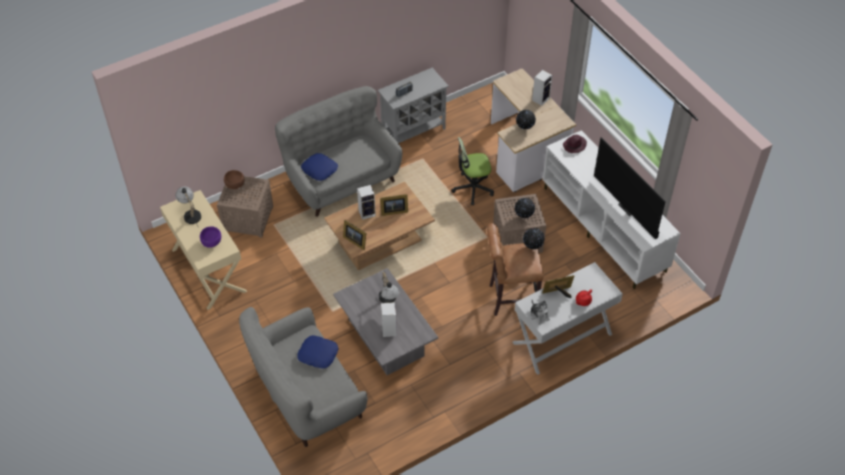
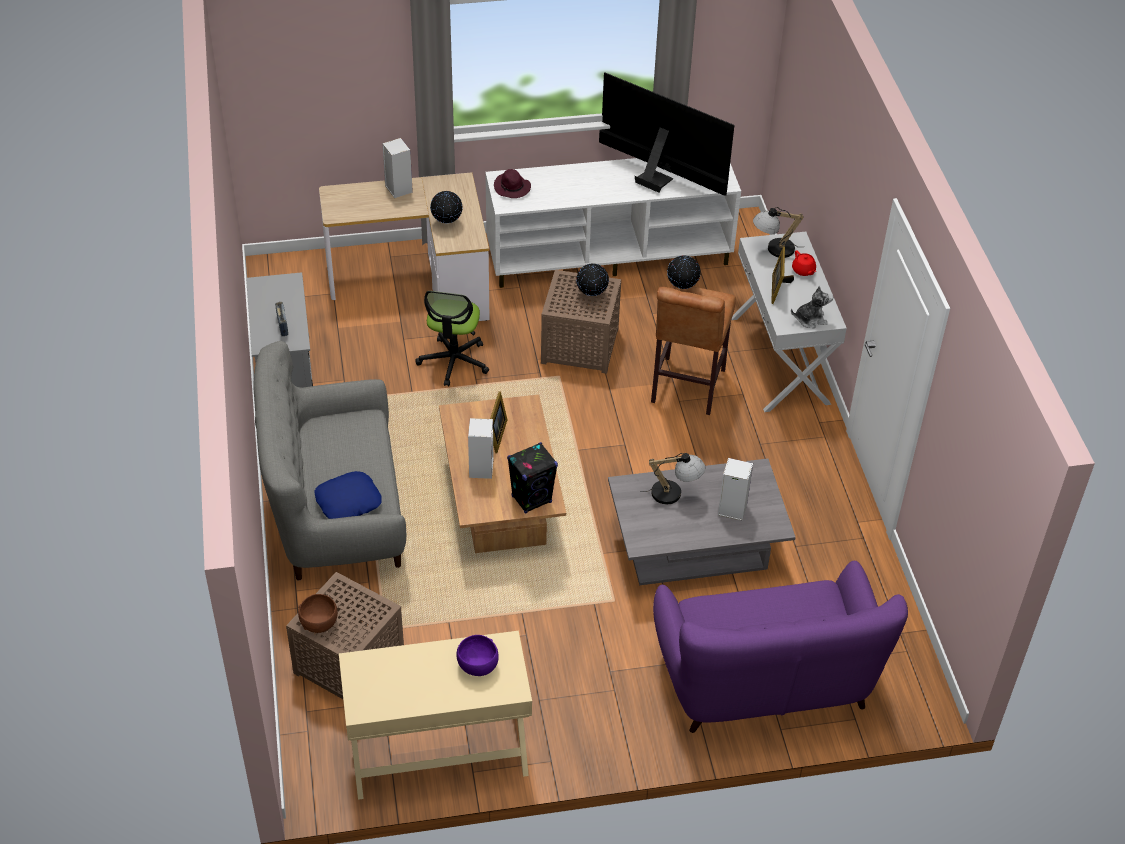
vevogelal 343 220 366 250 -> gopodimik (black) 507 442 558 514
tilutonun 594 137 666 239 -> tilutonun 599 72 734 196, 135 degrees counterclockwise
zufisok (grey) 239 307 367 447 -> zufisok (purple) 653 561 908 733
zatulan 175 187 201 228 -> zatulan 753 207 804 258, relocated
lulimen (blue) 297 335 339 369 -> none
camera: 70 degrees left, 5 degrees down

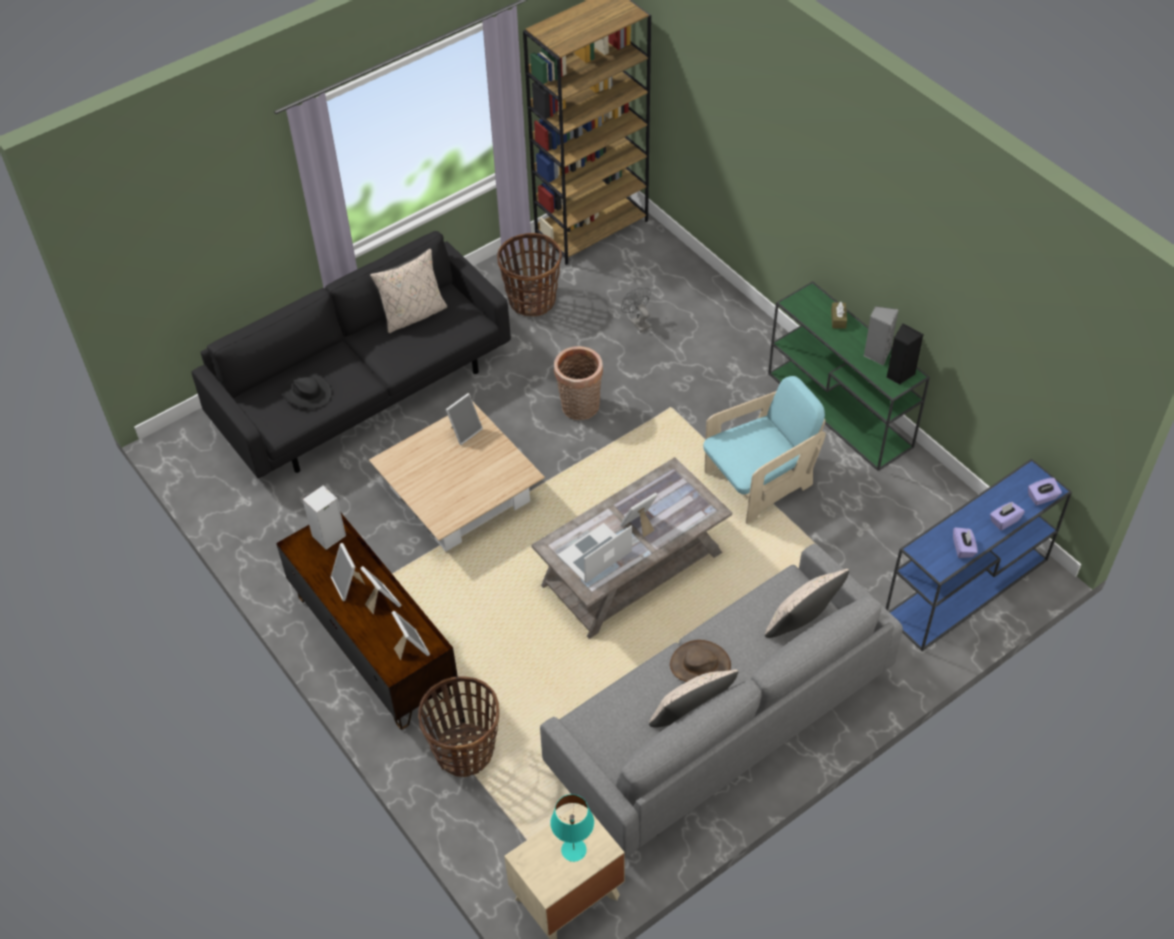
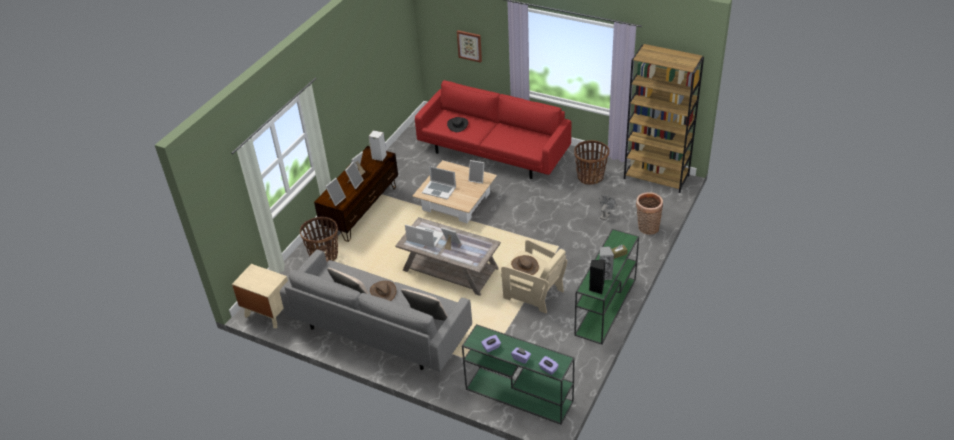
zufisok (black) 191 231 511 478 -> zufisok (red) 415 80 571 179
none -> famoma 422 166 456 200
none -> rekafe 457 30 482 63
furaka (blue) 886 459 1072 651 -> furaka (green) 462 324 575 425
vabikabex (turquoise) 703 376 826 524 -> vabikabex (beige) 501 240 567 313
none -> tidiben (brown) 511 255 539 275
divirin 554 346 603 420 -> divirin 636 192 663 235, relocated
lulimen (beige) 370 249 447 333 -> none
zatulan (turquoise) 550 794 594 862 -> none
camera: 65 degrees right, 10 degrees down

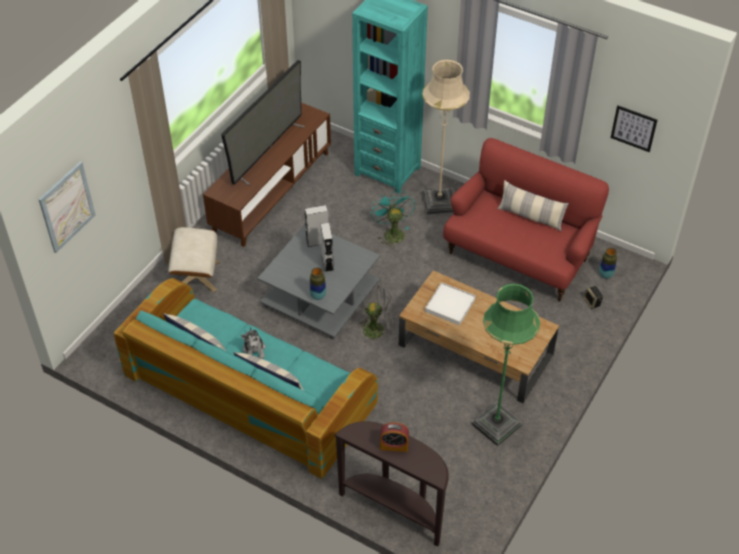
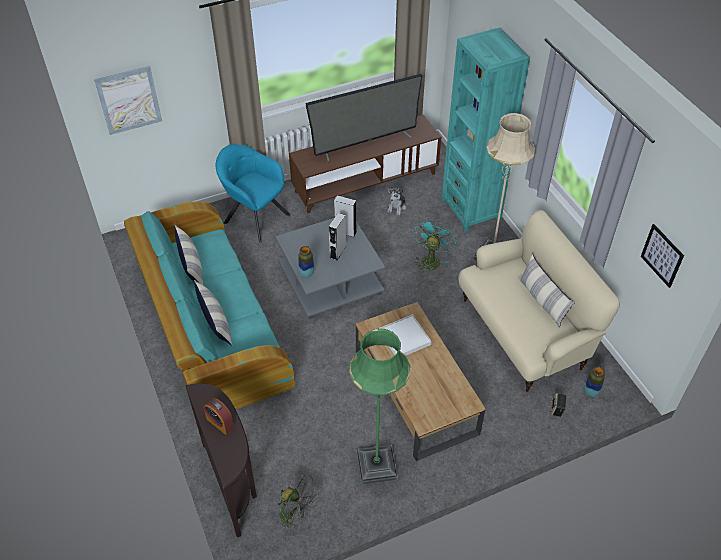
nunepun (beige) 168 227 220 293 -> vabikabex (turquoise) 216 144 290 243
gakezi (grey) 357 285 394 346 -> gakezi (grey) 276 474 321 535, relocated
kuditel 241 327 266 359 -> kuditel 387 188 406 215, relocated
zufisok (red) 443 138 609 301 -> zufisok (beige) 458 210 620 392
camera: 35 degrees right, 0 degrees up

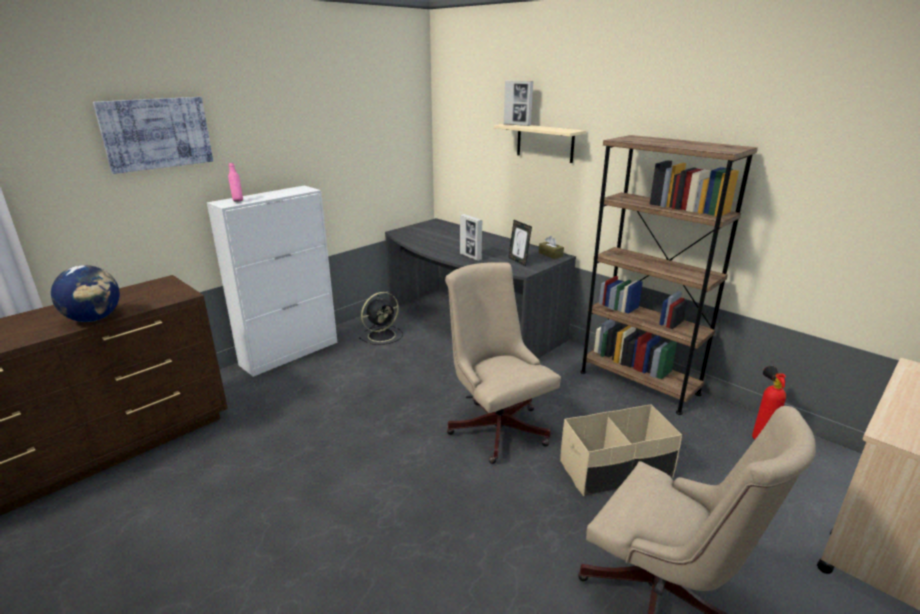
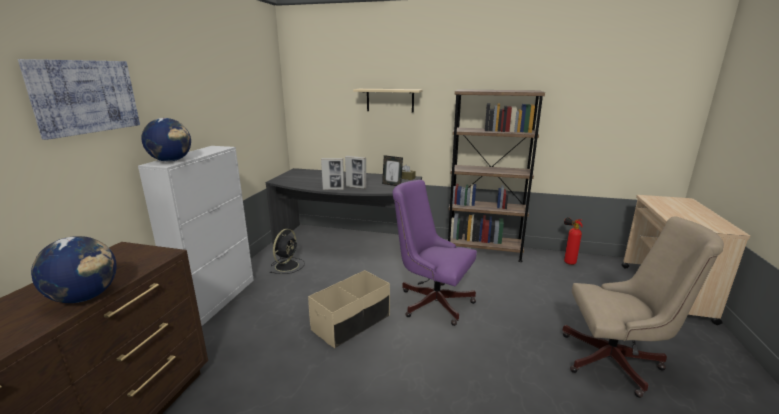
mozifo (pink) 228 163 243 202 -> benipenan 141 118 191 162
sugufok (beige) 560 404 682 496 -> sugufok (beige) 308 270 390 348, relocated
vevogelal 504 80 534 126 -> vevogelal 321 158 344 190, relocated
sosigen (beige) 445 262 561 464 -> sosigen (purple) 392 180 477 326
camera: 30 degrees left, 5 degrees down

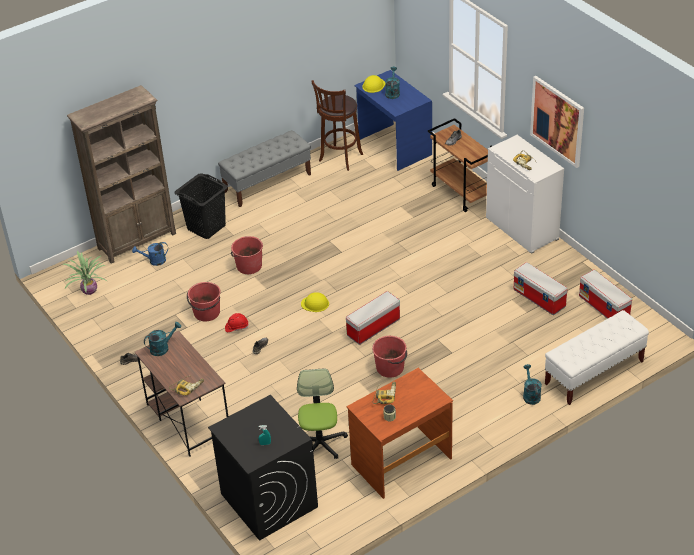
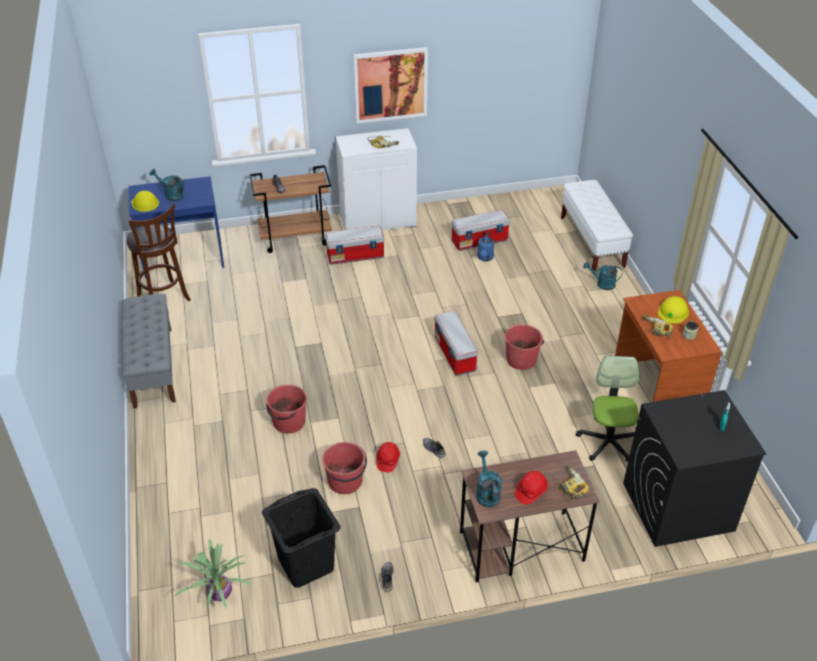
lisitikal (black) 174 174 228 239 -> lisitikal (black) 262 488 340 588, relocated
sugufok 579 270 632 319 -> sugufok 325 226 384 265, relocated
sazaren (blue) 132 242 168 266 -> sazaren (blue) 477 232 494 261, relocated
none -> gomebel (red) 515 471 548 505
sosigen 297 368 348 459 -> sosigen 576 356 640 462, 75 degrees clockwise
gomebel (yellow) 301 292 329 312 -> gomebel (yellow) 658 296 689 324, relocated
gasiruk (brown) 67 85 176 263 -> none
camera: 70 degrees left, 0 degrees up

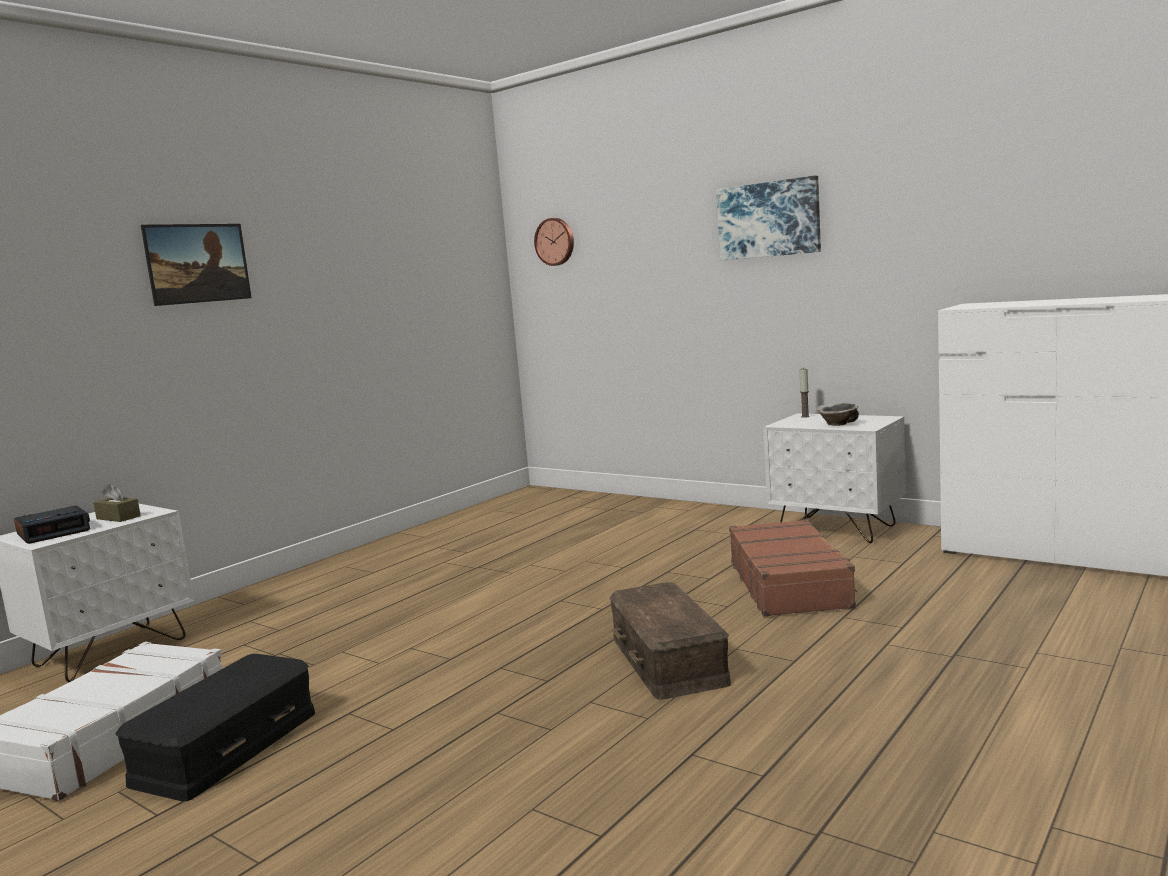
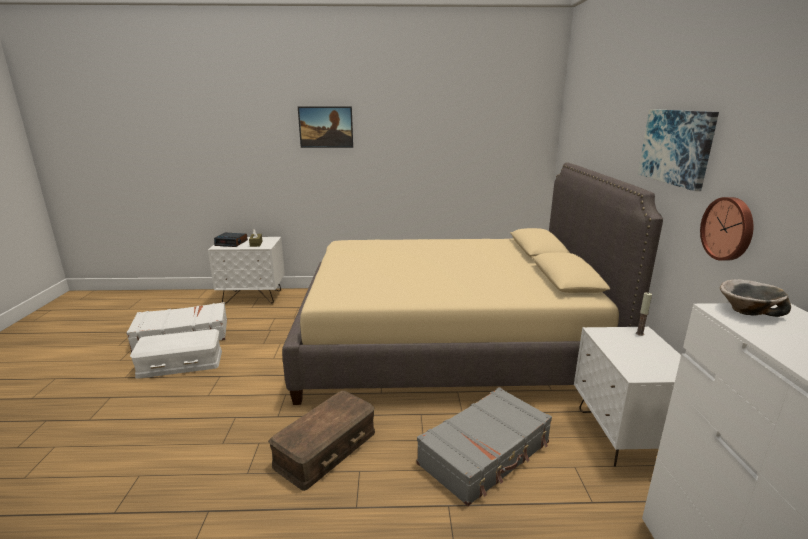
sugufok (black) 115 654 315 802 -> sugufok (white) 130 329 222 379
none -> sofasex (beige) 282 163 663 405
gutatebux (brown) 729 519 858 616 -> gutatebux (grey) 417 387 552 506
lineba 534 218 574 266 -> lineba 700 197 753 261, relocated
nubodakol 817 403 859 426 -> nubodakol 720 279 791 317, relocated
camera: 50 degrees right, 10 degrees up

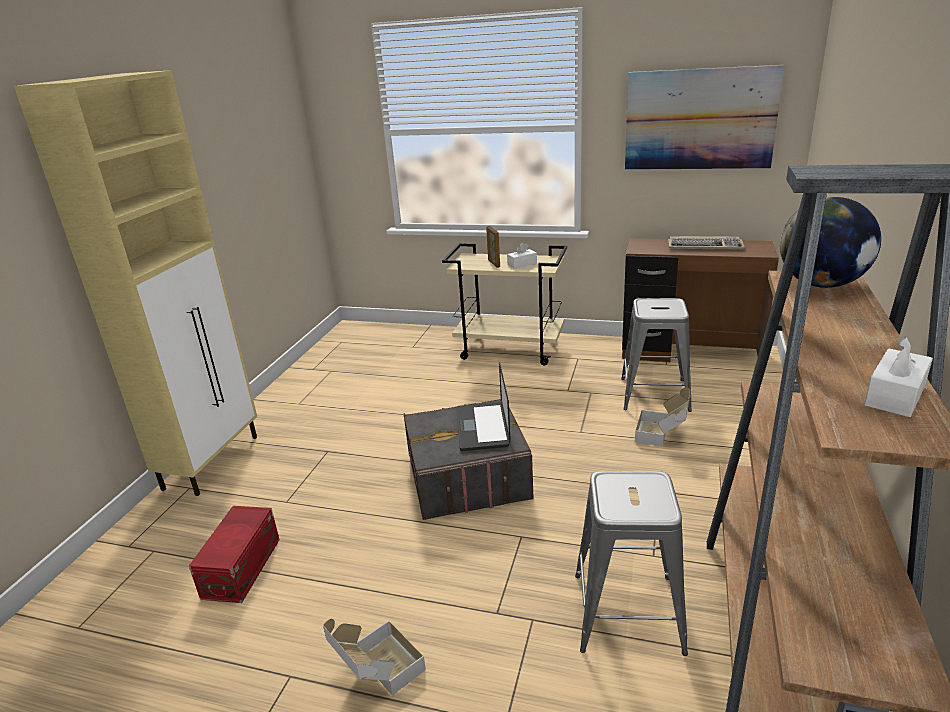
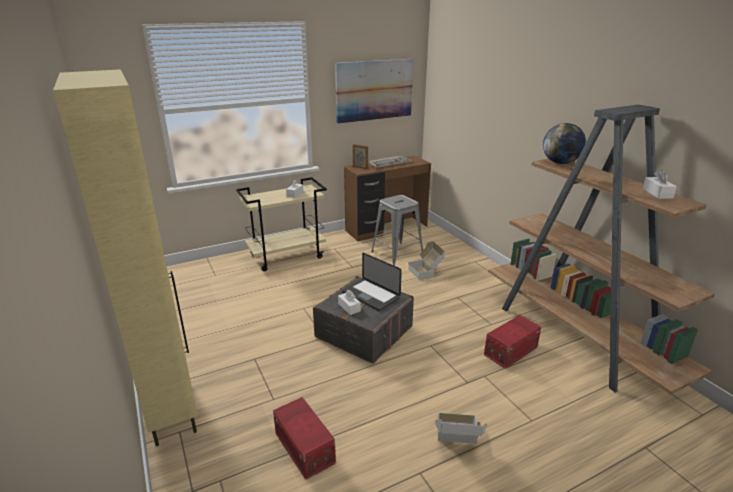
none -> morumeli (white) 338 290 361 315
vevogelal 486 226 500 268 -> vevogelal 353 144 368 169, relocated
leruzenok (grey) 575 471 688 656 -> sugufok (red) 484 315 541 369
camera: 45 degrees left, 0 degrees up

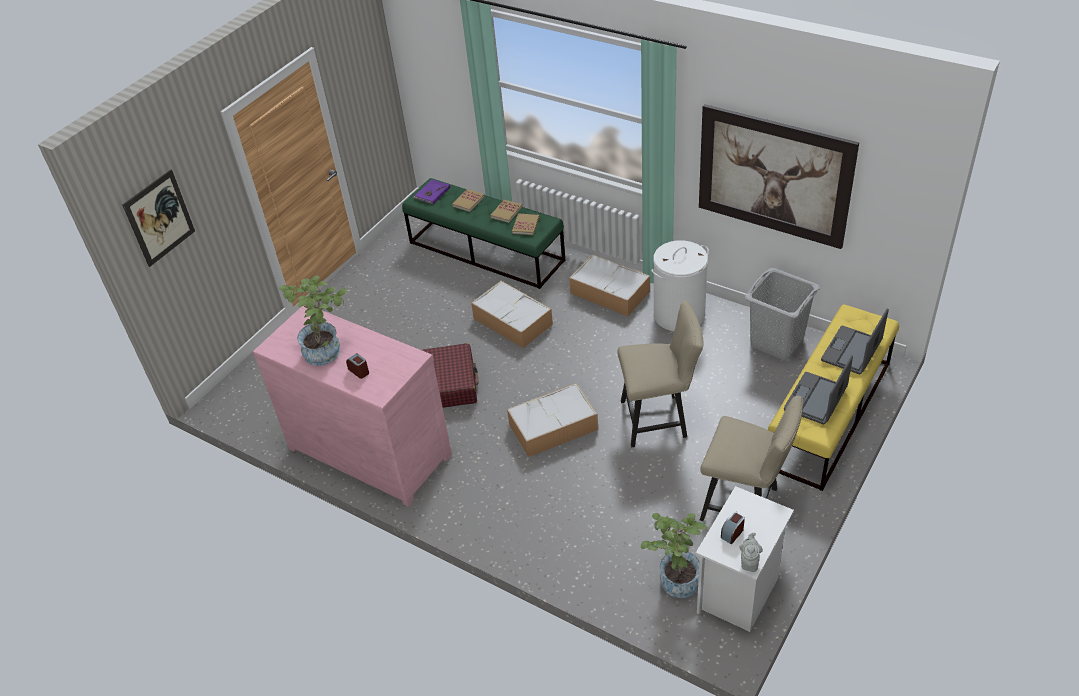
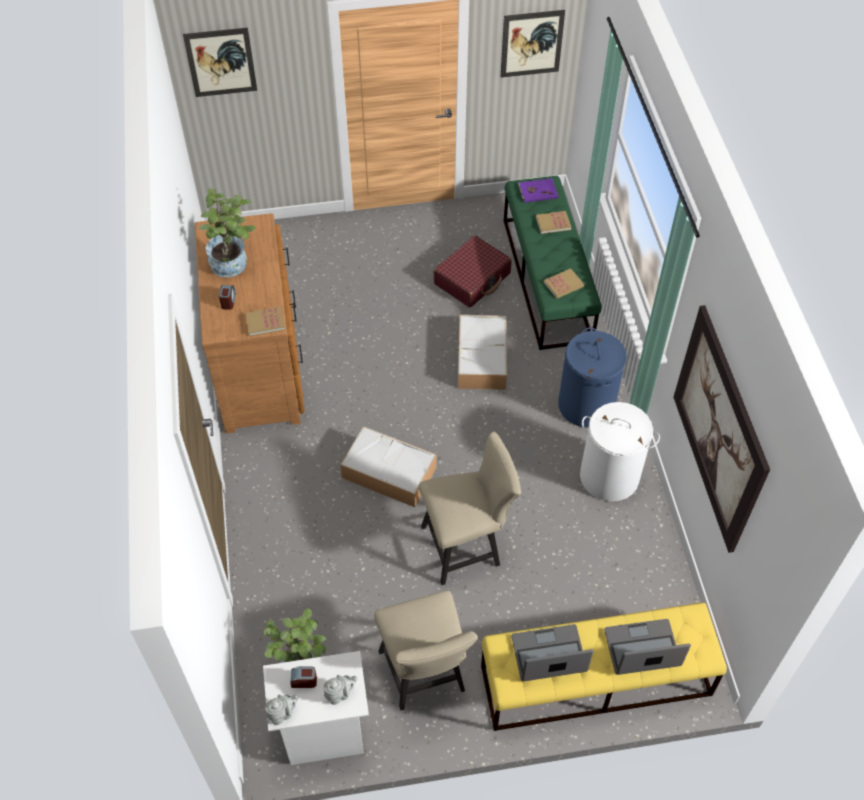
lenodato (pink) 253 305 452 506 -> lenodato (brown) 195 213 305 434
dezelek 490 200 522 223 -> dezelek 245 307 285 336, relocated
none -> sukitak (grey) 324 675 357 705
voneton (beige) 617 300 704 447 -> voneton (beige) 419 431 521 585, 60 degrees counterclockwise
gutatebux (red) 422 343 478 408 -> gutatebux (red) 434 236 511 307, relocated
none -> rekafe 500 10 565 78
sugufok 569 254 650 316 -> lisitikal (blue) 558 327 627 428
lisitikal (grey) 745 268 820 360 -> none
camera: 45 degrees right, 10 degrees up

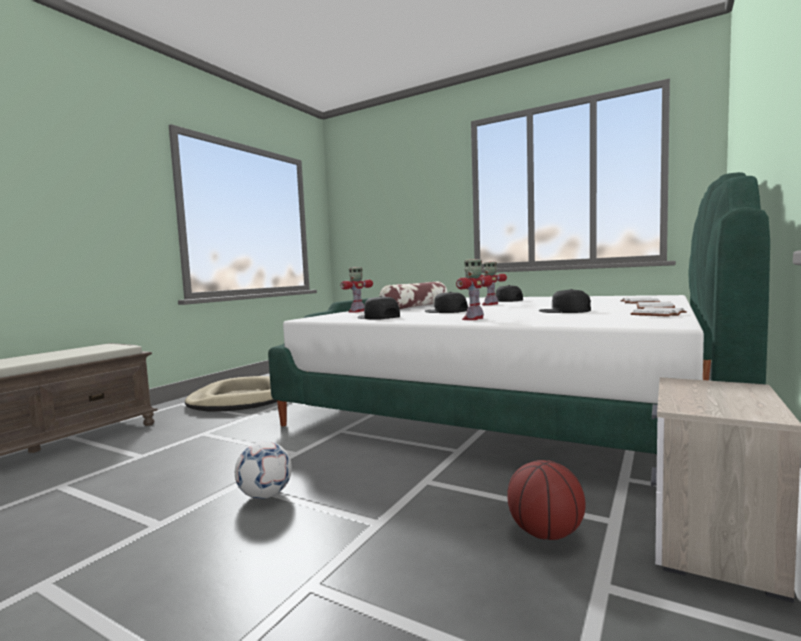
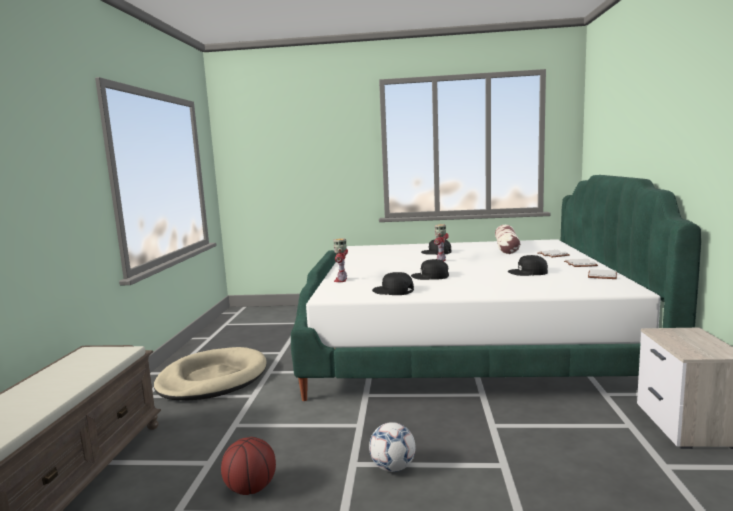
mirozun 507 460 586 540 -> mirozun 221 437 276 495, relocated
lulimen 379 281 447 309 -> lulimen 495 225 520 254, relocated
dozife 456 259 492 320 -> none
camera: 25 degrees left, 5 degrees up

